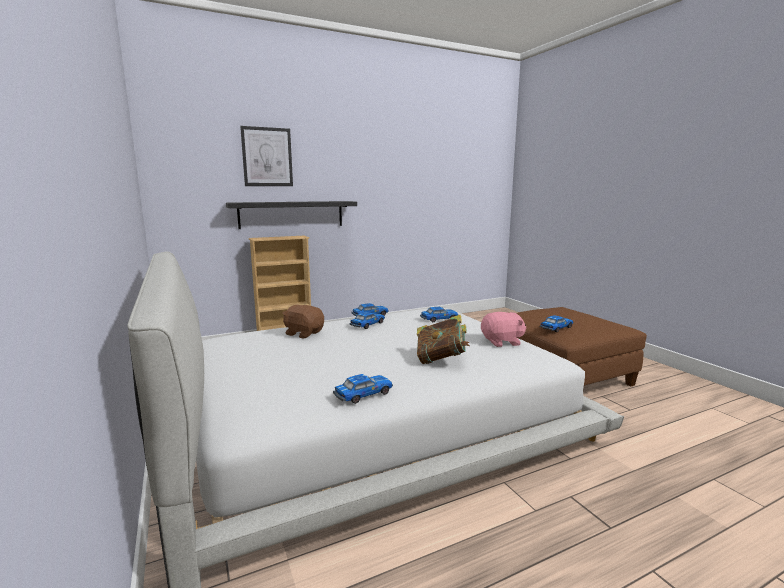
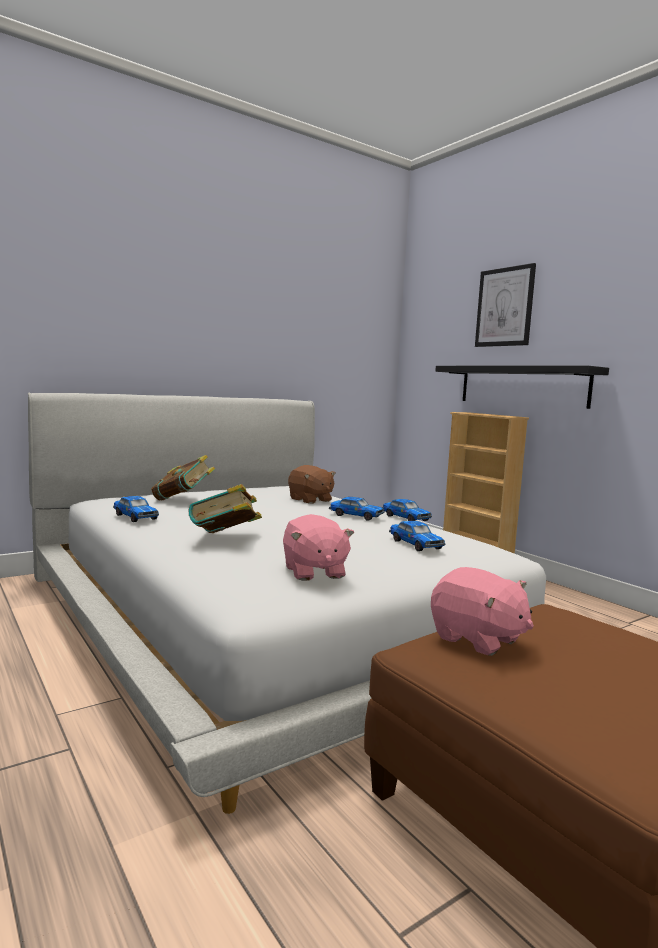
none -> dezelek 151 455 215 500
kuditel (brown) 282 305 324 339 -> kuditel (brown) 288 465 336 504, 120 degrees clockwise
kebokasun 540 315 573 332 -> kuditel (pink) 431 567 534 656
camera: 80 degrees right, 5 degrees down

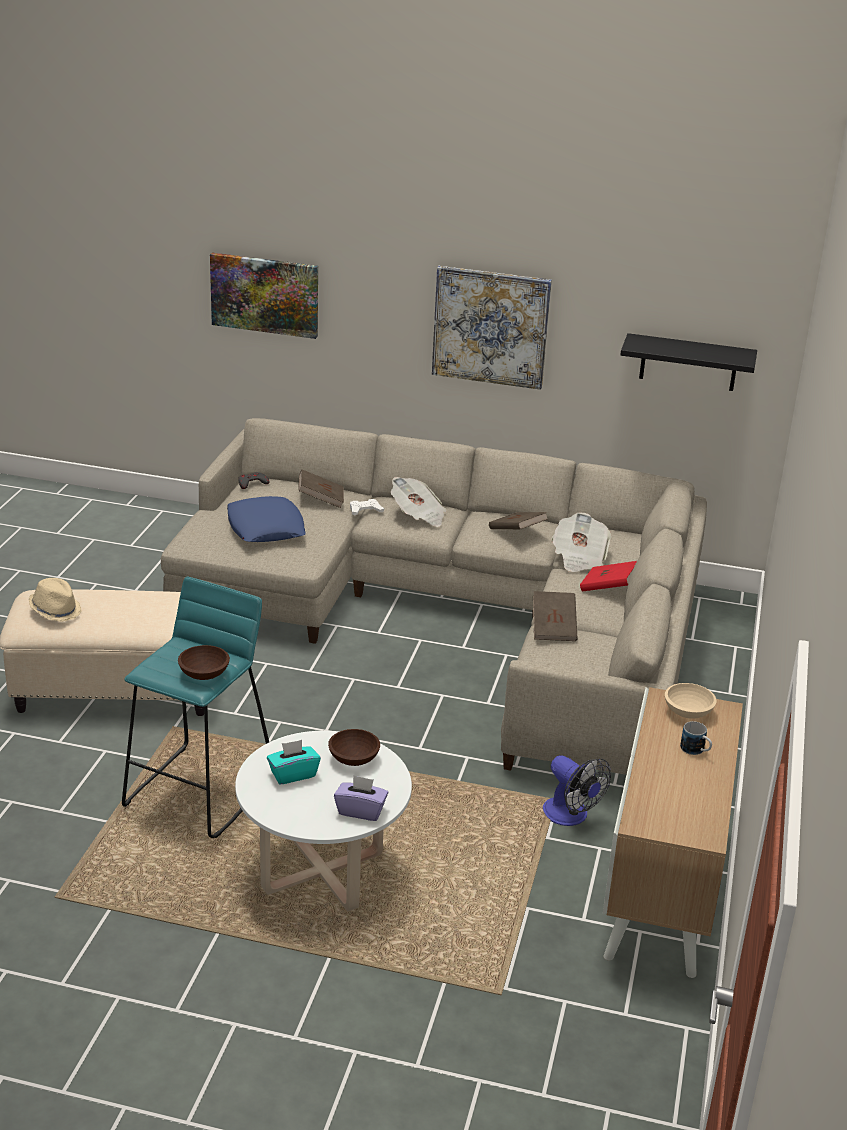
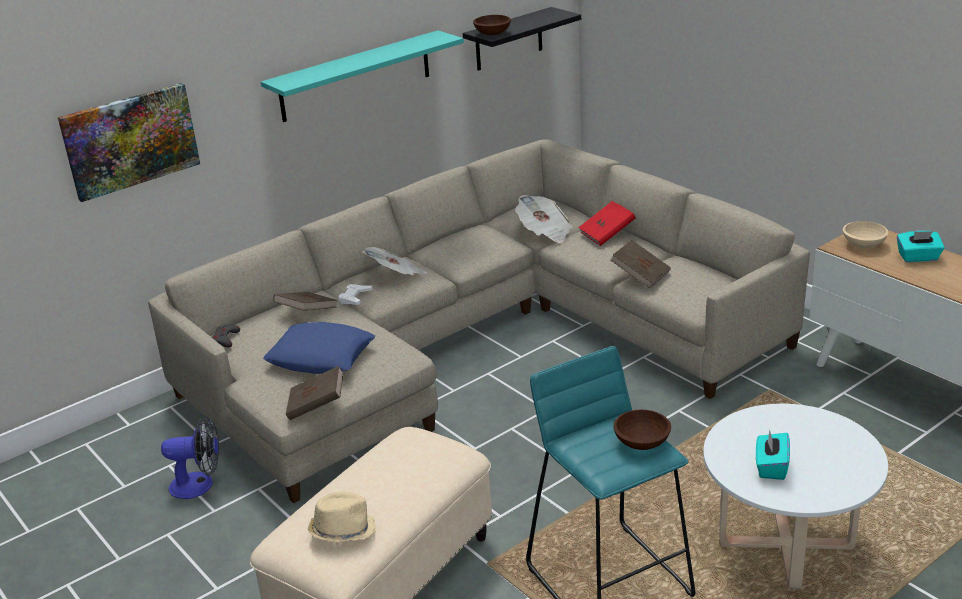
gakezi 543 755 611 826 -> gakezi 161 417 219 499, relocated
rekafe 432 266 552 390 -> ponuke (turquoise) 261 30 464 122
dezelek (brown) 489 512 548 529 -> dezelek (brown) 286 366 343 420, relocated
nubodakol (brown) 328 729 380 766 -> nubodakol (brown) 473 15 511 35, relocated
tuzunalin 680 721 712 755 -> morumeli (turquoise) 897 231 945 262
morumeli (purple) 334 775 388 821 -> none
camera: 50 degrees left, 0 degrees up

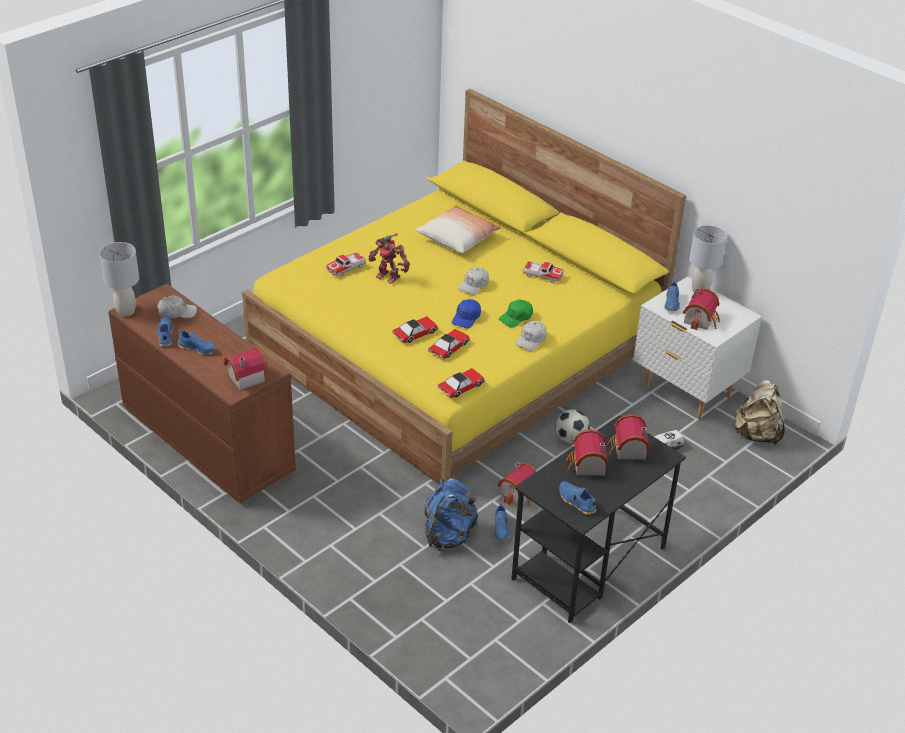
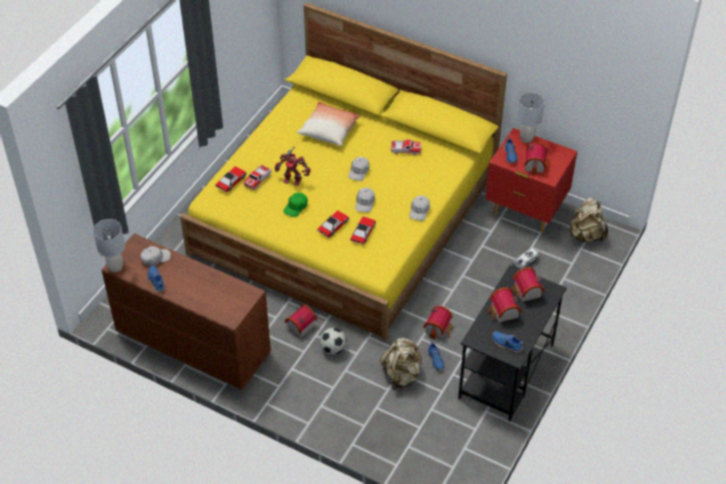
kebokasun 438 368 485 398 -> kebokasun 215 166 247 192, relocated
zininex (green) 499 300 533 327 -> zininex (green) 283 193 308 217, relocated
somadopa 224 347 268 390 -> somadopa 285 305 317 338, relocated
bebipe 556 409 590 444 -> bebipe 320 328 346 355, relocated
zininex (blue) 452 299 481 329 -> zininex (white) 356 188 375 213
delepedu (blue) 424 479 478 551 -> delepedu (beige) 380 338 422 391
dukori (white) 633 277 762 419 -> dukori (red) 486 128 577 232
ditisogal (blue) 177 329 216 355 -> none
camera: 15 degrees left, 10 degrees up

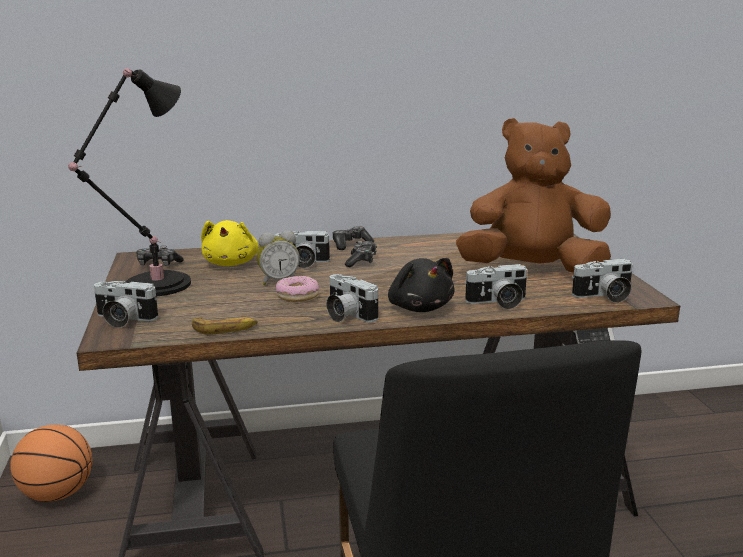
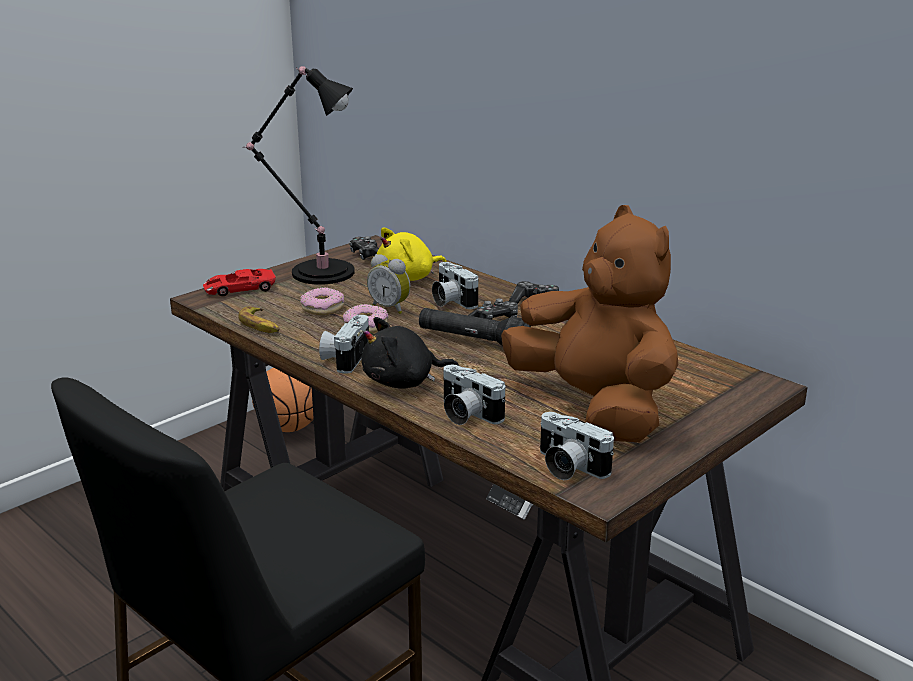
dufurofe 94 281 158 328 -> kebokasun (red) 203 269 276 296
none -> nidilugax 300 287 344 315
kuditel (black) 388 258 455 312 -> kuditel (black) 362 317 459 389, 45 degrees clockwise
none -> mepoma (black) 419 308 531 347
camera: 55 degrees right, 5 degrees up

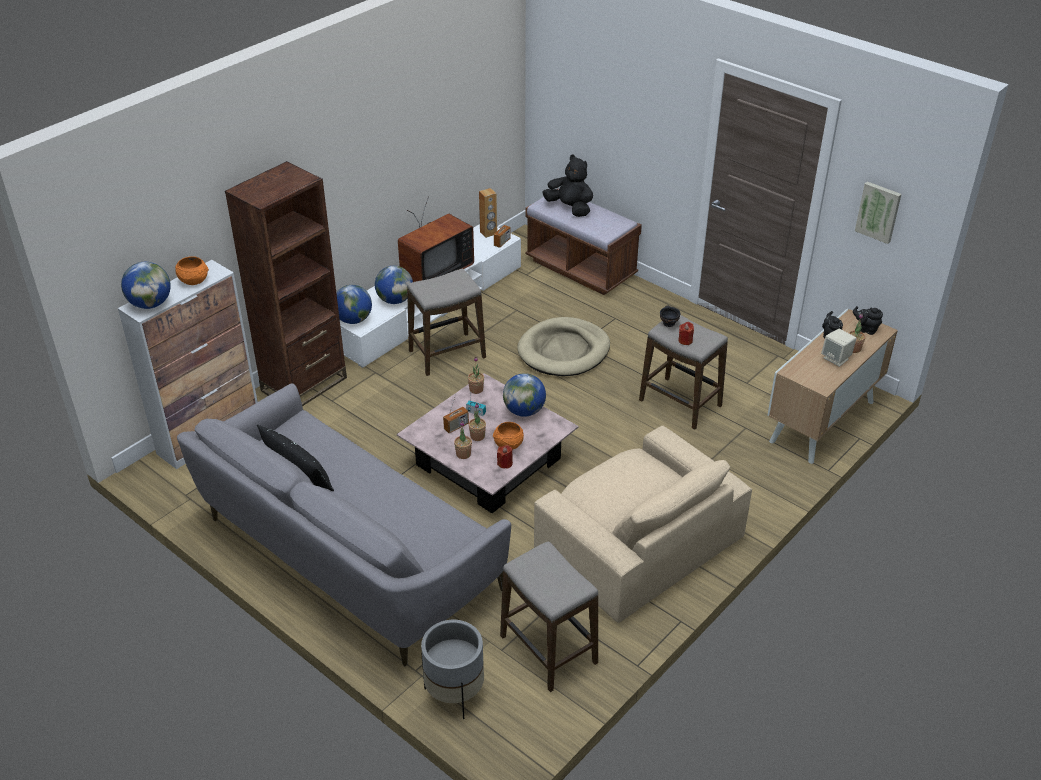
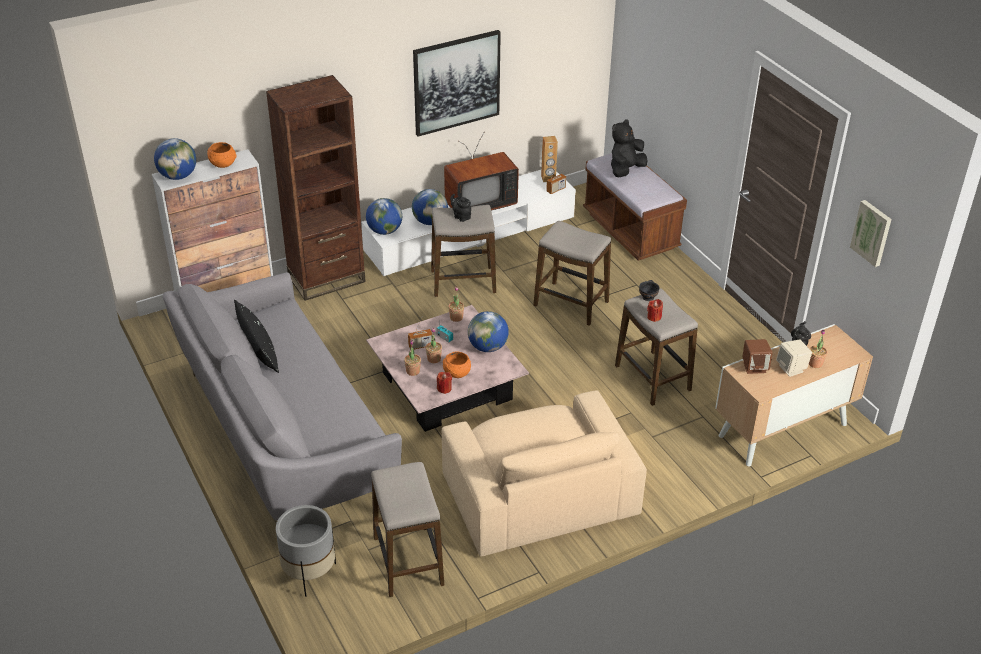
none -> rekafe 413 30 501 137
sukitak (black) 853 306 883 335 -> sukitak (black) 450 194 471 222, relocated
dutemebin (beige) 517 317 610 376 -> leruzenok 533 221 611 326
kuditel (black) 543 155 593 217 -> kuditel (black) 611 120 647 178, 105 degrees counterclockwise
none -> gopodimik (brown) 742 339 772 374
camera: 20 degrees right, 0 degrees up

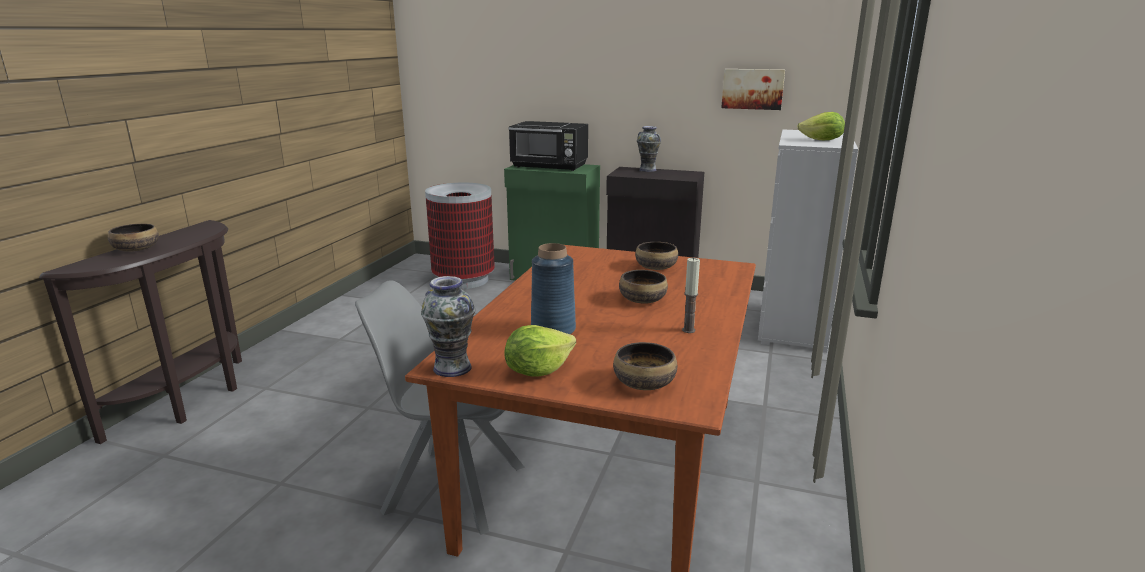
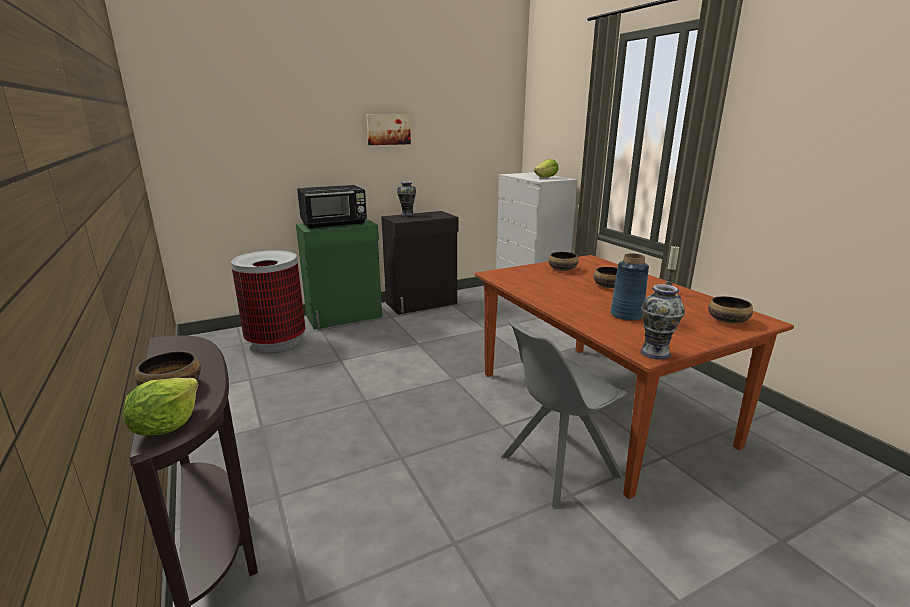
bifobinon 504 325 576 377 -> bifobinon 123 378 198 436, relocated
rekafe 721 69 785 110 -> rekafe 366 114 411 145, relocated
camera: 45 degrees left, 0 degrees up

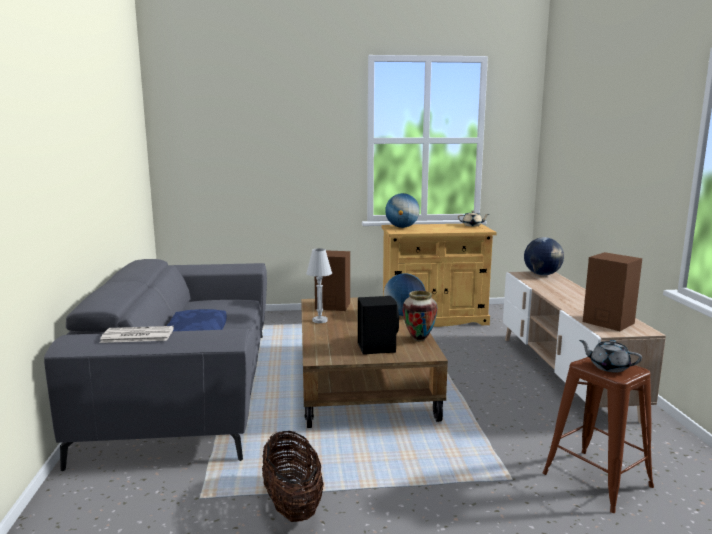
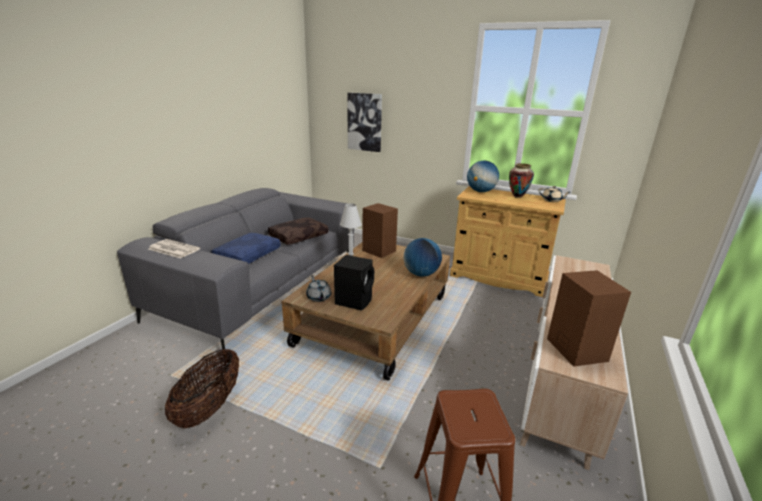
none -> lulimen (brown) 268 217 328 245
sukitak (grey) 579 340 642 372 -> sukitak (grey) 306 275 331 302, relocated
none -> rekafe 347 93 382 152
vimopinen 403 291 438 341 -> vimopinen 509 163 534 198, relocated
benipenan 524 237 564 276 -> none
camera: 30 degrees right, 10 degrees up

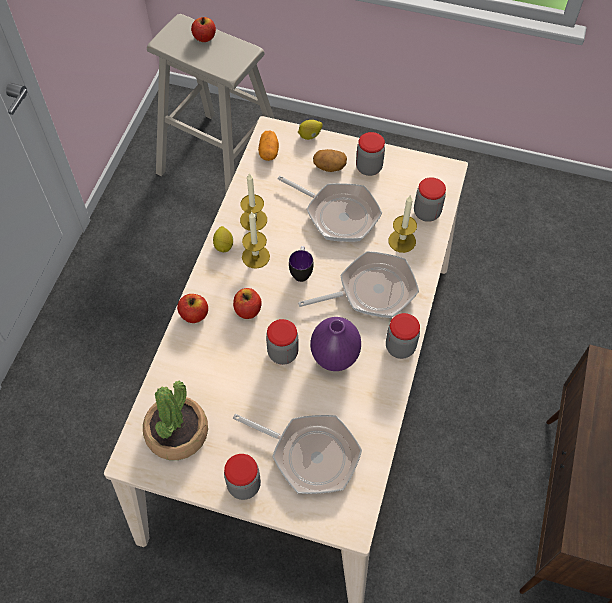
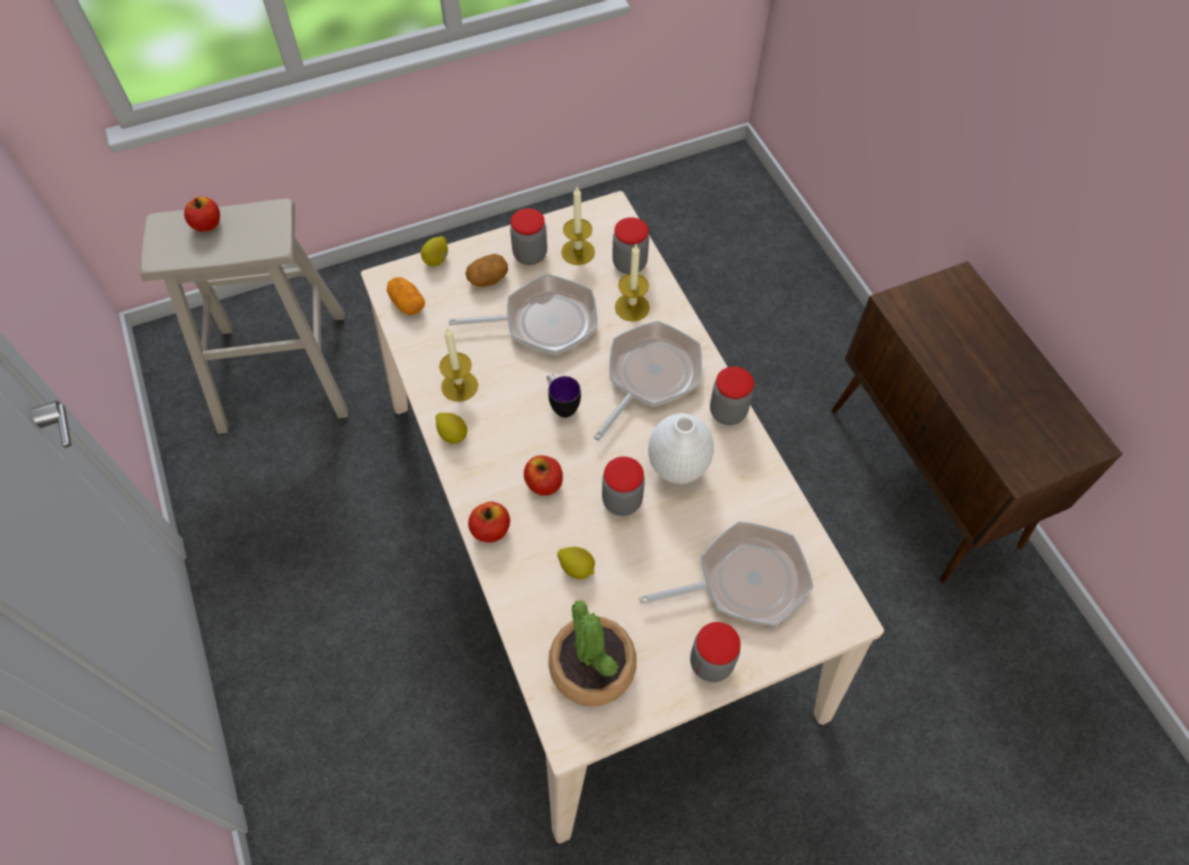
none -> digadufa 557 547 595 579
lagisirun 242 211 270 269 -> lagisirun 561 187 595 265, relocated
vimopinen (purple) 310 317 361 371 -> vimopinen (white) 648 413 714 484
camera: 40 degrees left, 0 degrees up

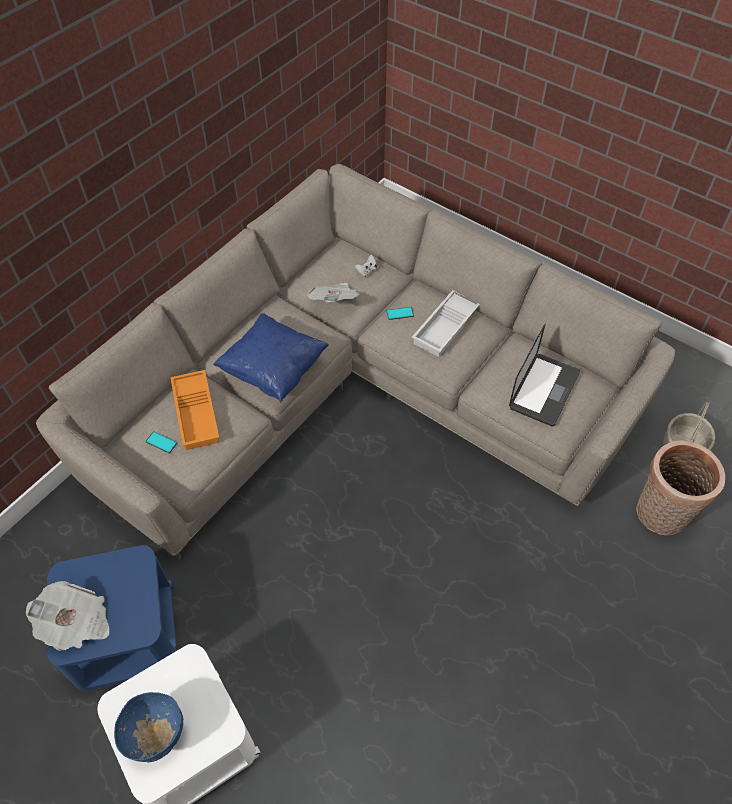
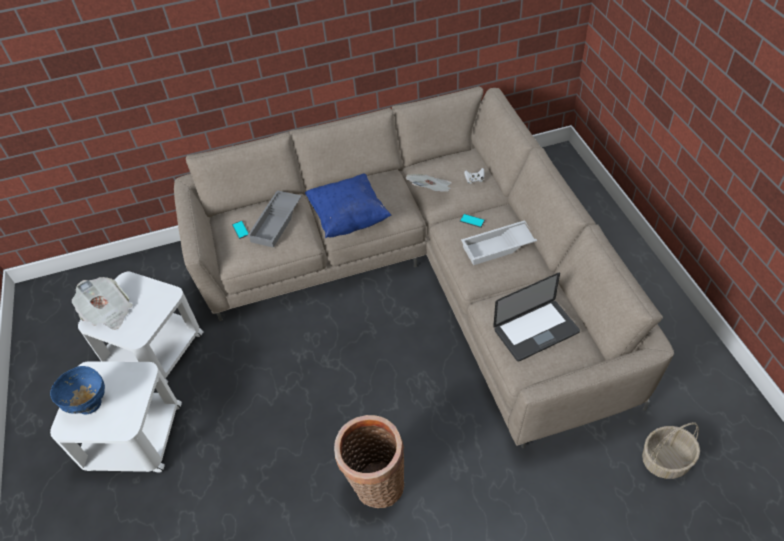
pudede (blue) 47 545 177 691 -> pudede (white) 78 272 203 383
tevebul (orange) 171 370 219 450 -> tevebul (grey) 247 191 302 248
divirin 636 441 725 536 -> divirin 334 415 404 508, relocated
camera: 40 degrees right, 5 degrees down

